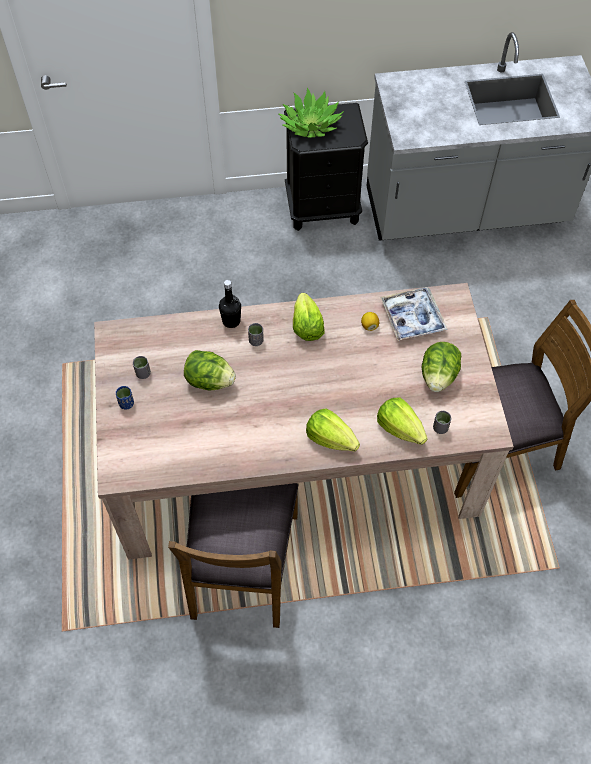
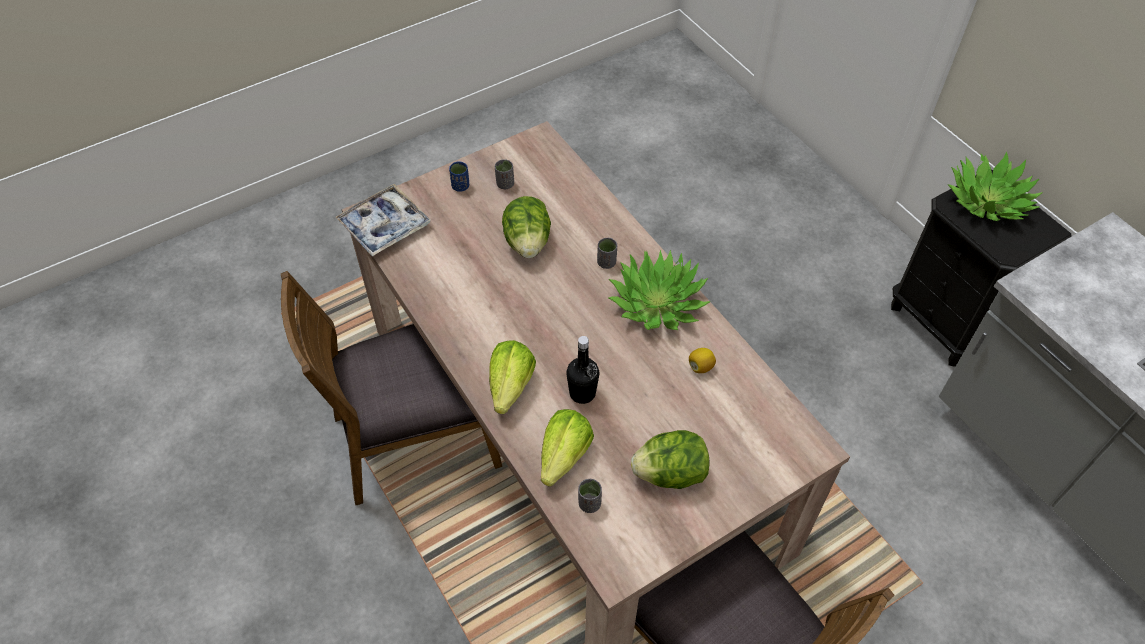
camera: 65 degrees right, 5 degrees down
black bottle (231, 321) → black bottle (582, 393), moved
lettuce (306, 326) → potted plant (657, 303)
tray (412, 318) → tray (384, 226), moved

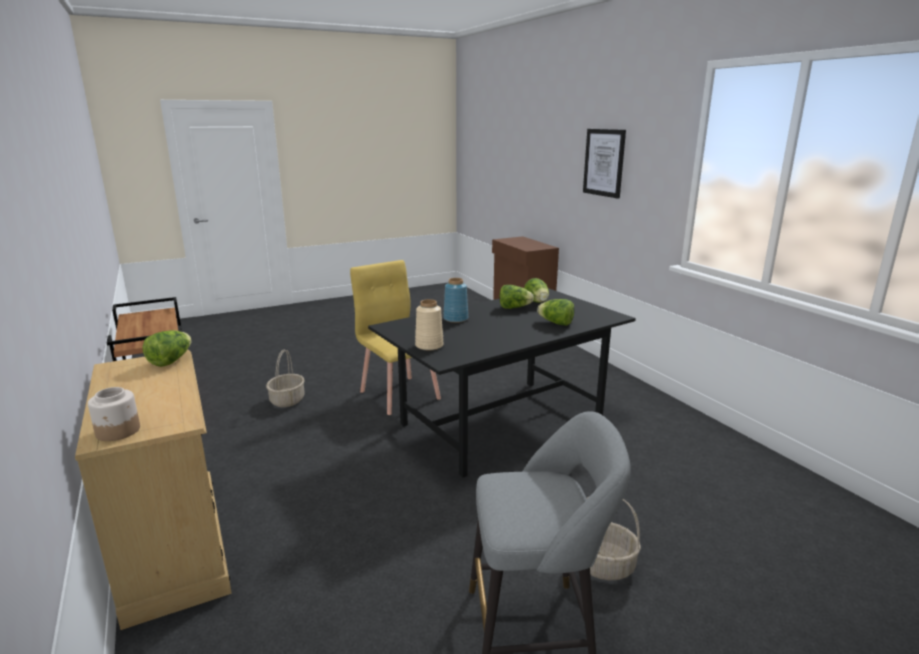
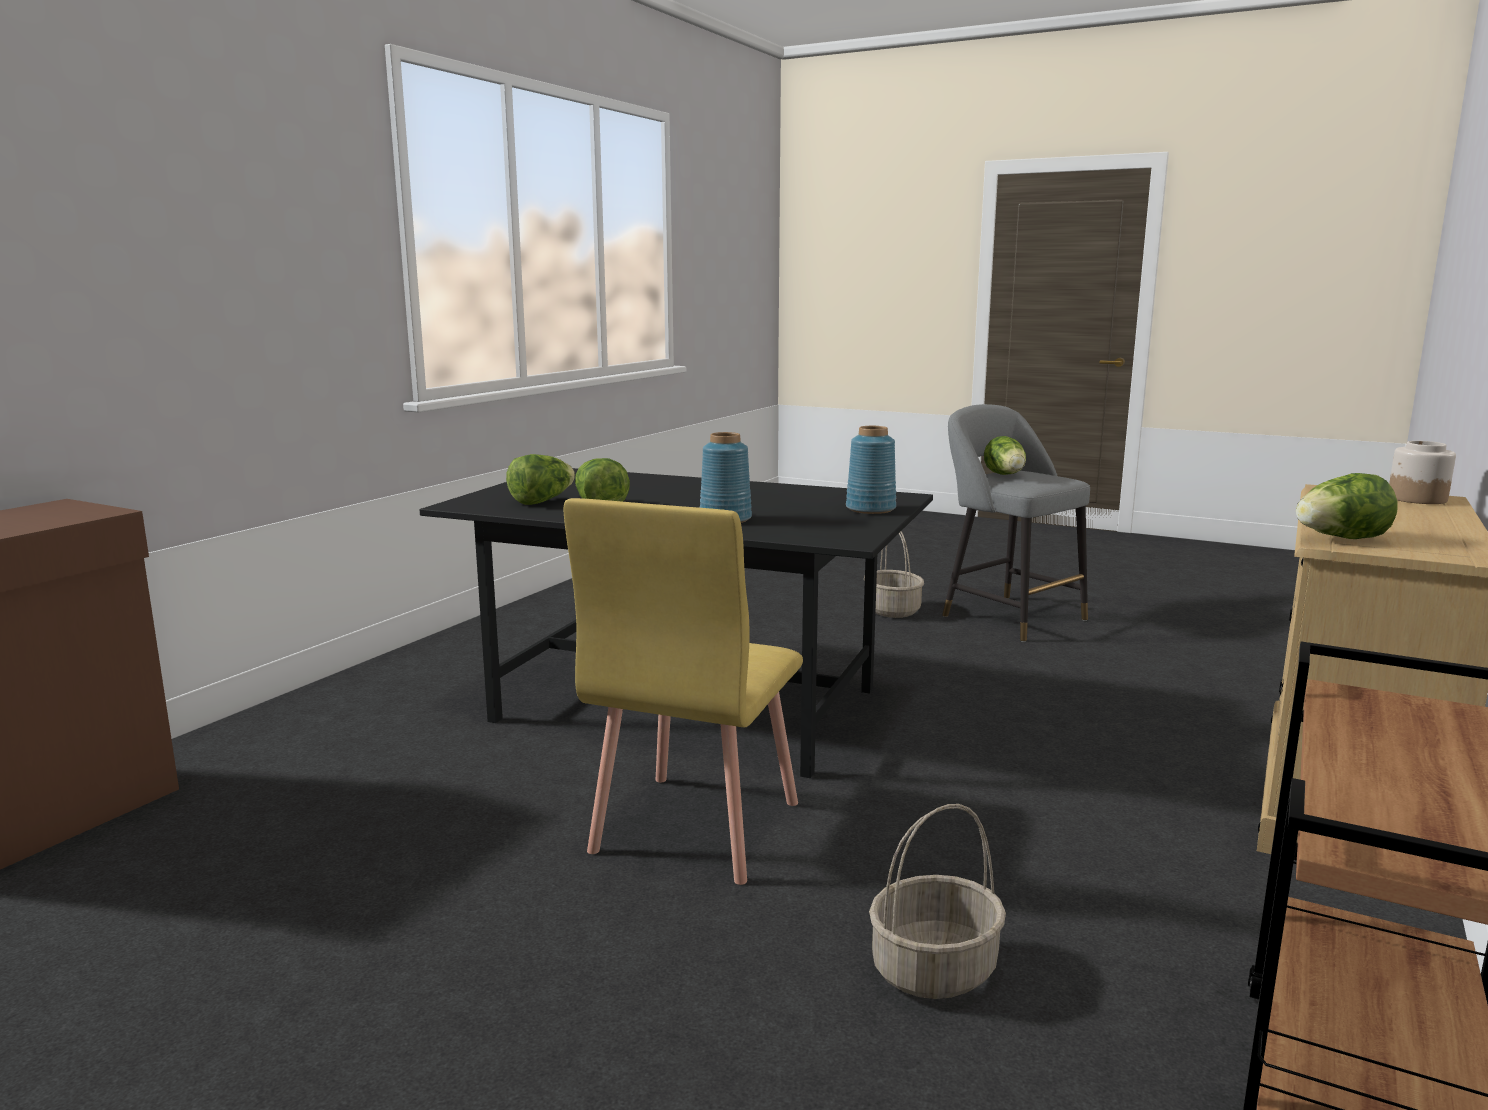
camera: 125 degrees left, 5 degrees down
beige vase (429, 345) → blue vase (870, 509)
lettuce (556, 323) → lettuce (1006, 475), moved
picture (604, 162) → -

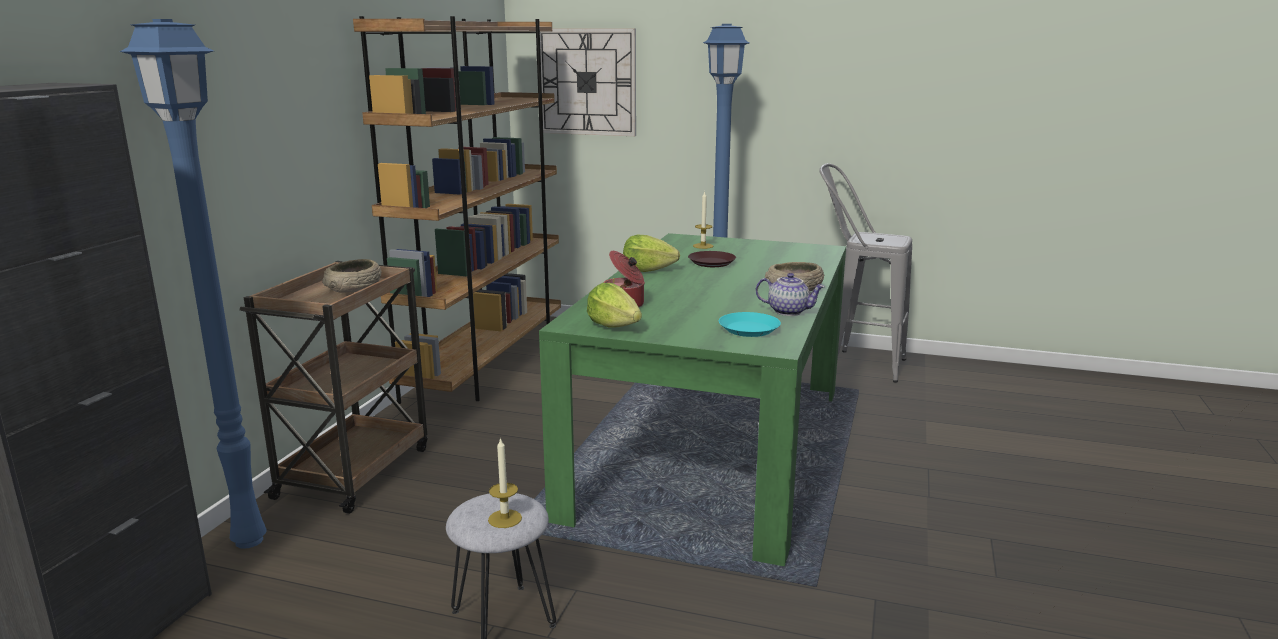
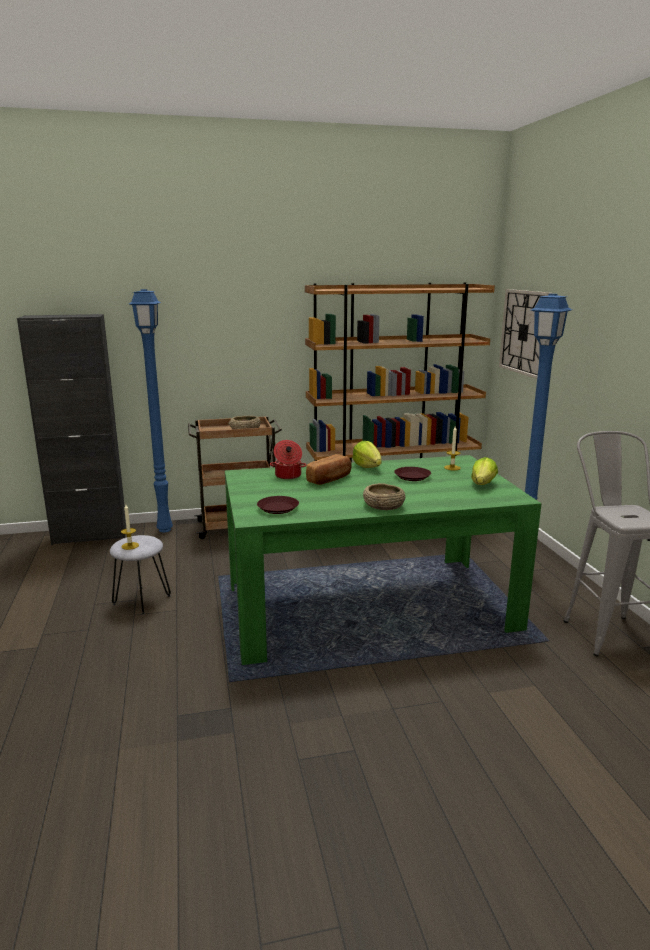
camera: 60 degrees right, 0 degrees up
lettuce (614, 326) → lettuce (483, 484), moved
turquoise plate (748, 329) → brown plate (278, 508)
teapot (788, 311) → -
- → bread (330, 479)

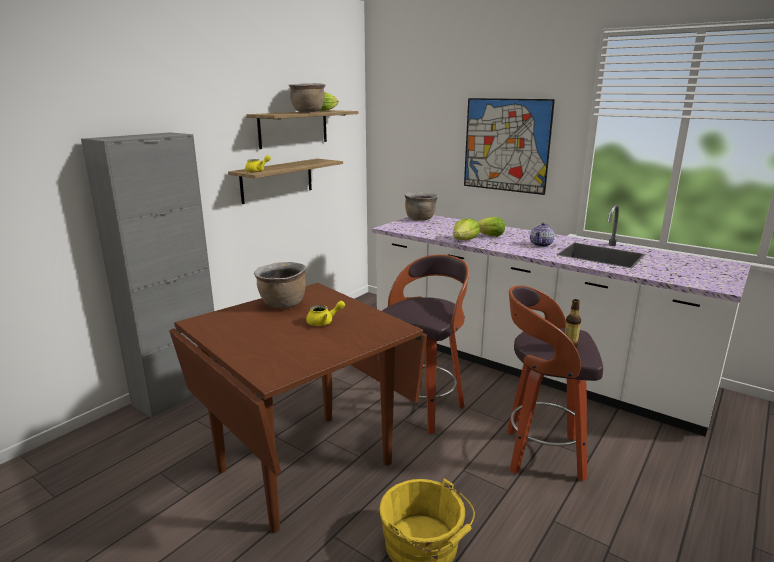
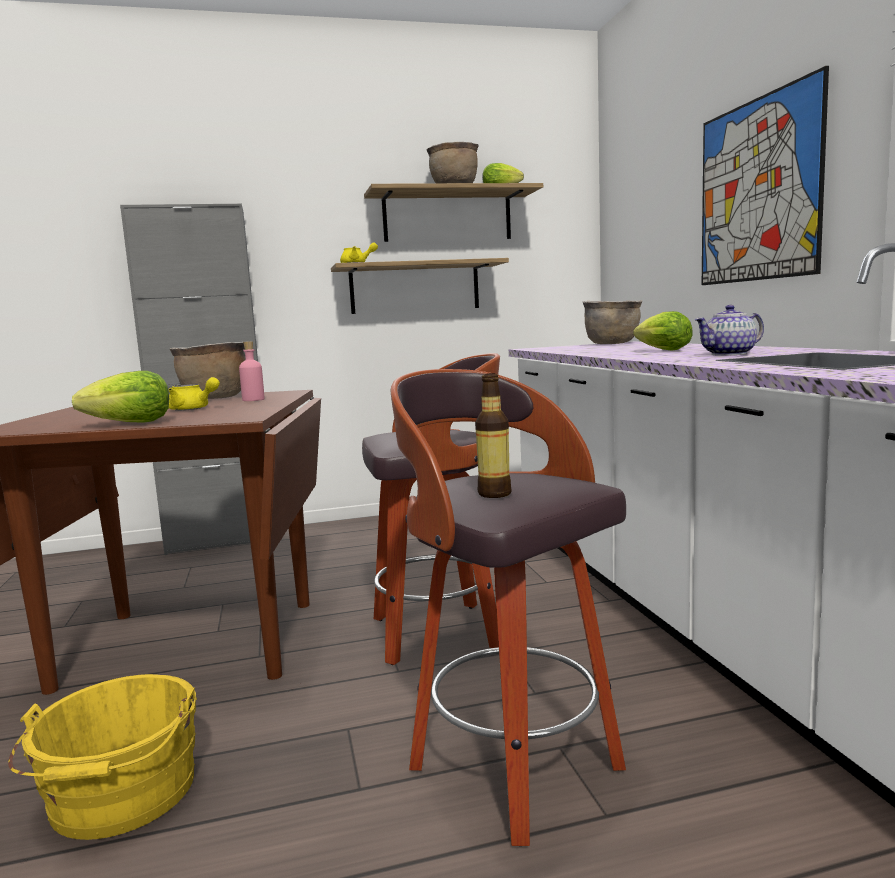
camera: 40 degrees right, 10 degrees down
lettuce (464, 240) → lettuce (130, 423), moved
- → pink bottle (253, 400)

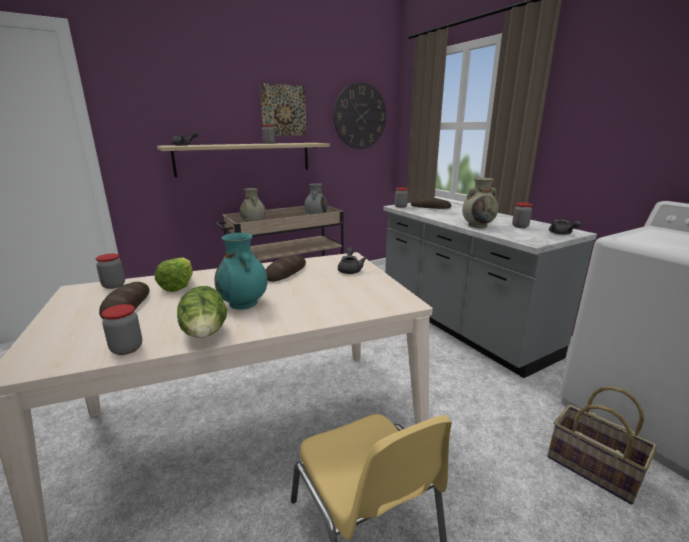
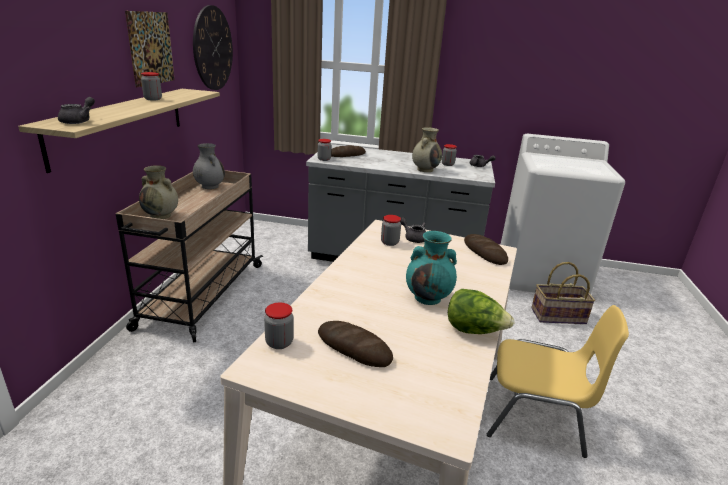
camera: 50 degrees left, 5 degrees up
jar (127, 349) → jar (389, 242), moved
lettuce (178, 286) → -
bread (286, 272) → bread (484, 252), moved

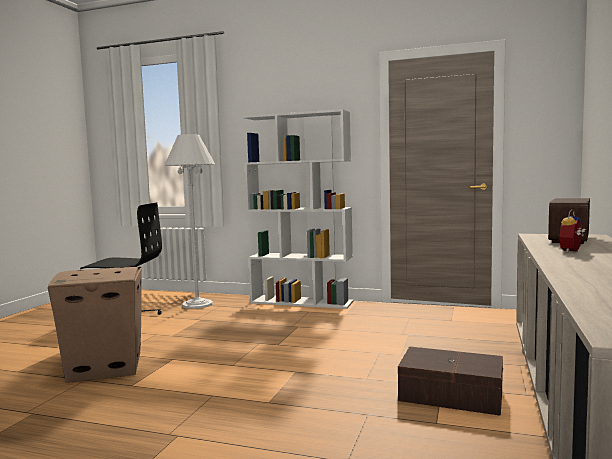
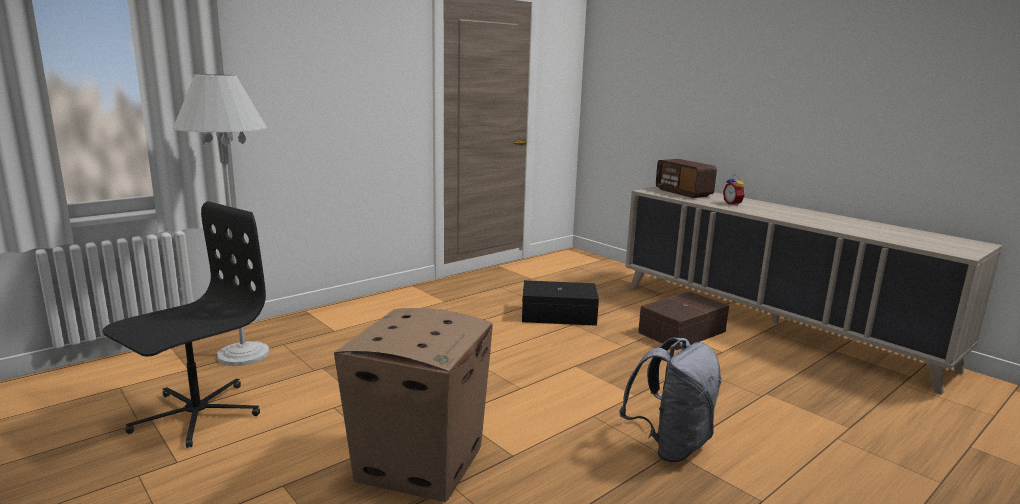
camera: 60 degrees left, 10 degrees up
white bookcase (302, 302) → -
- → black storage box (559, 315)
- → grey backpack (670, 446)

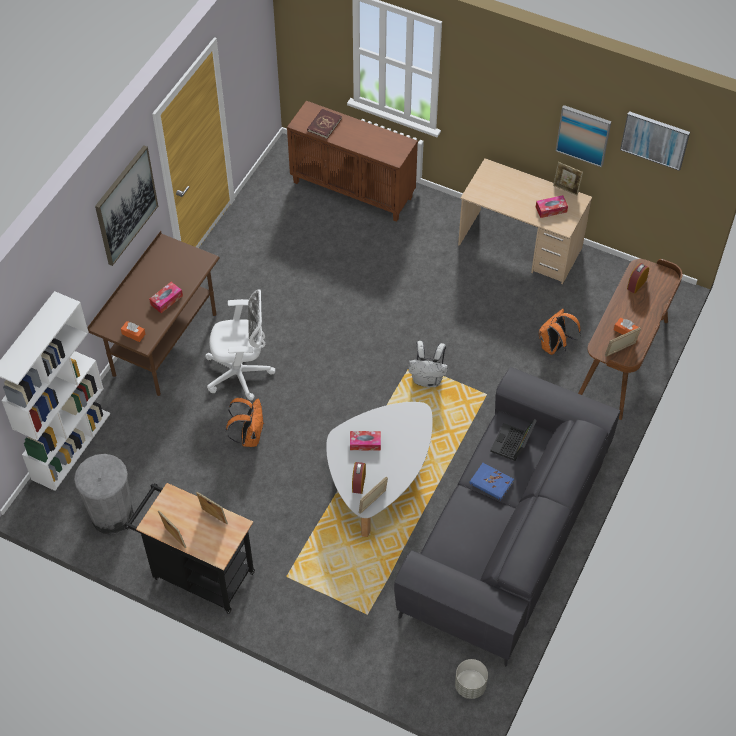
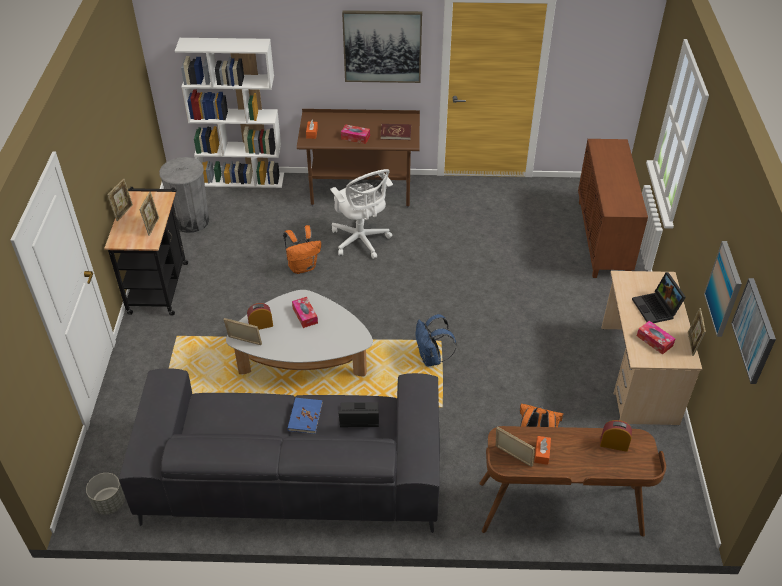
camera: 65 degrees right, 10 degrees down
red book (324, 125) → red book (395, 133), moved
white backpack (427, 379) → blue backpack (431, 358)
- → laptop (656, 309)

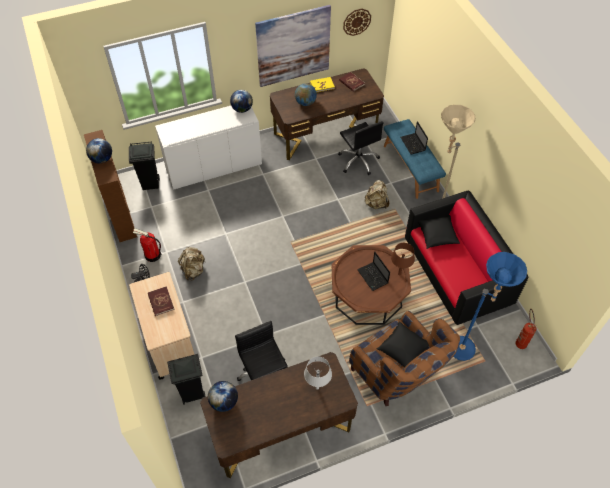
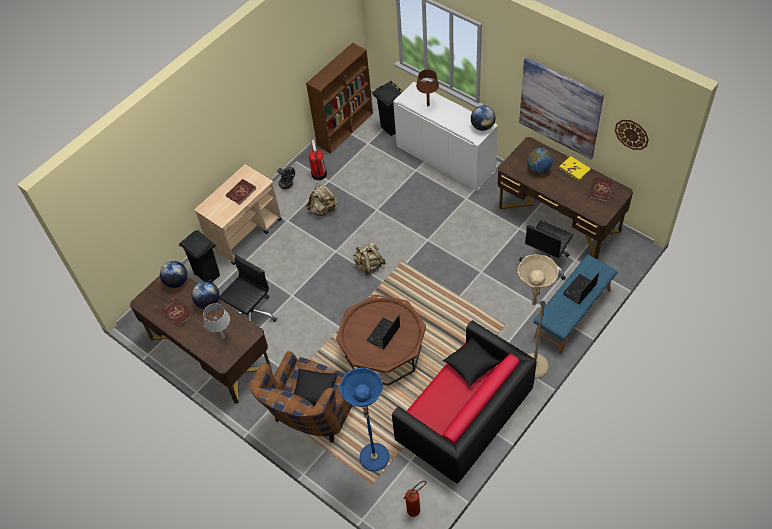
camera: 65 degrees right, 0 degrees up
globe (102, 159) → globe (208, 302), moved
beige backpack (376, 203) → beige backpack (369, 266), moved
brown table lamp (399, 274) → brown table lamp (428, 105), moved
- → red book (177, 313)

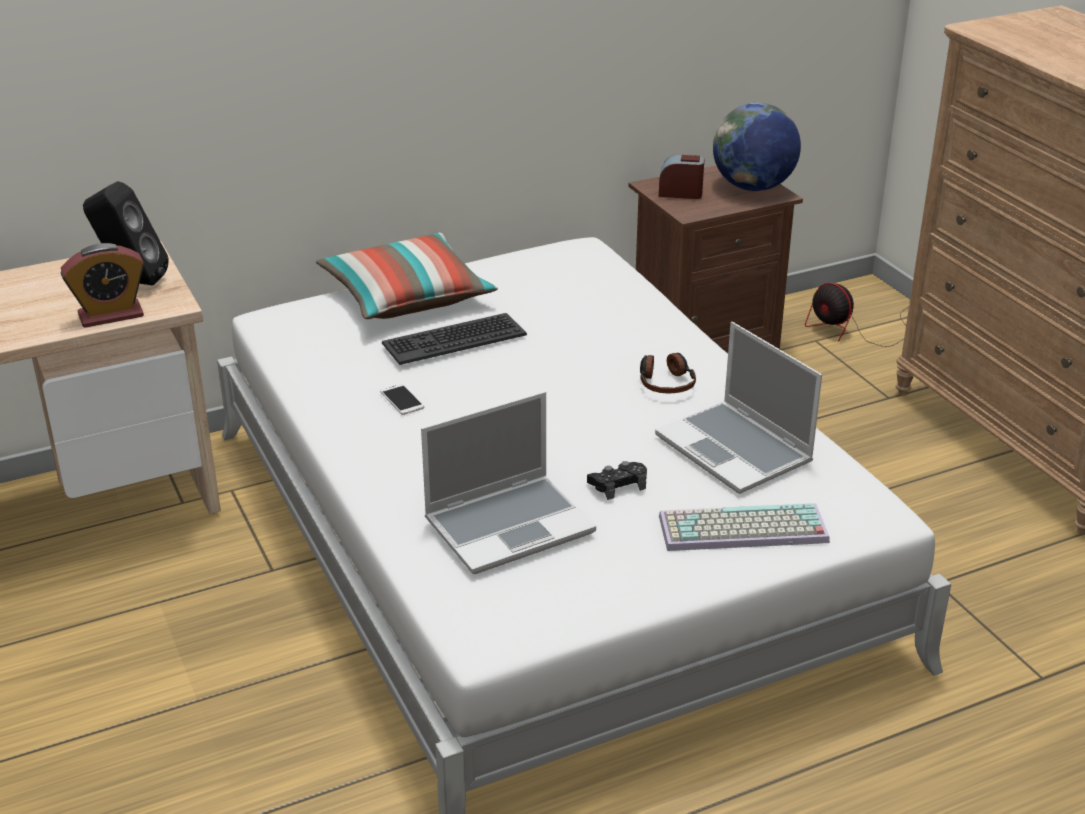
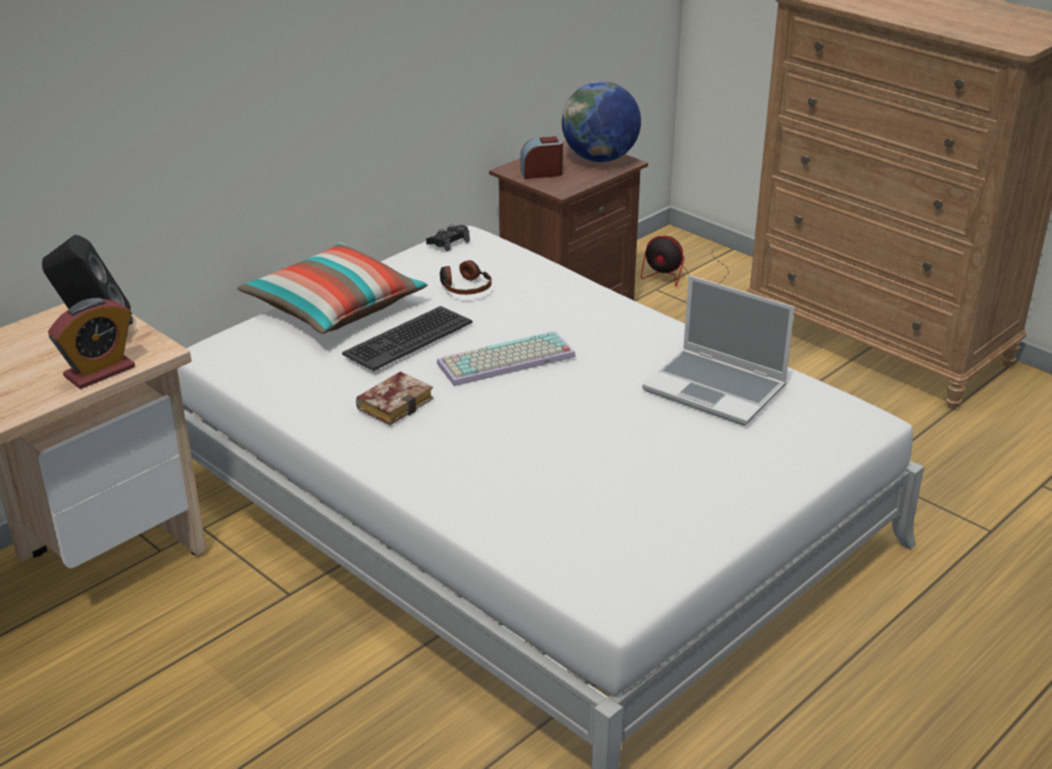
camera: 20 degrees left, 0 degrees up
phone (402, 400) → book (395, 402)
laptop (510, 525) → -
black game controller (618, 485) → black game controller (449, 242), moved
headphones (665, 382) → headphones (464, 287), moved
keyboard (741, 531) → keyboard (505, 361), moved

